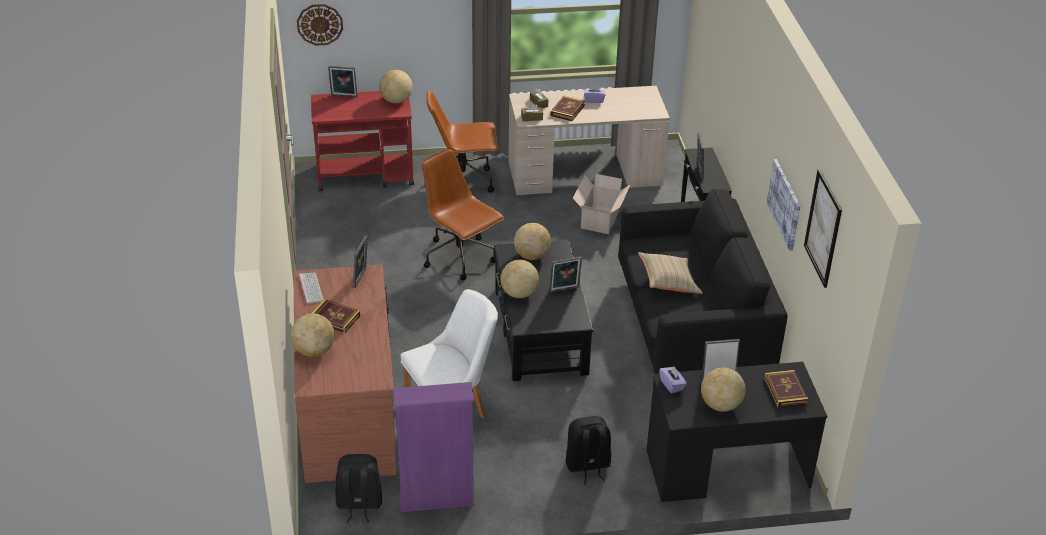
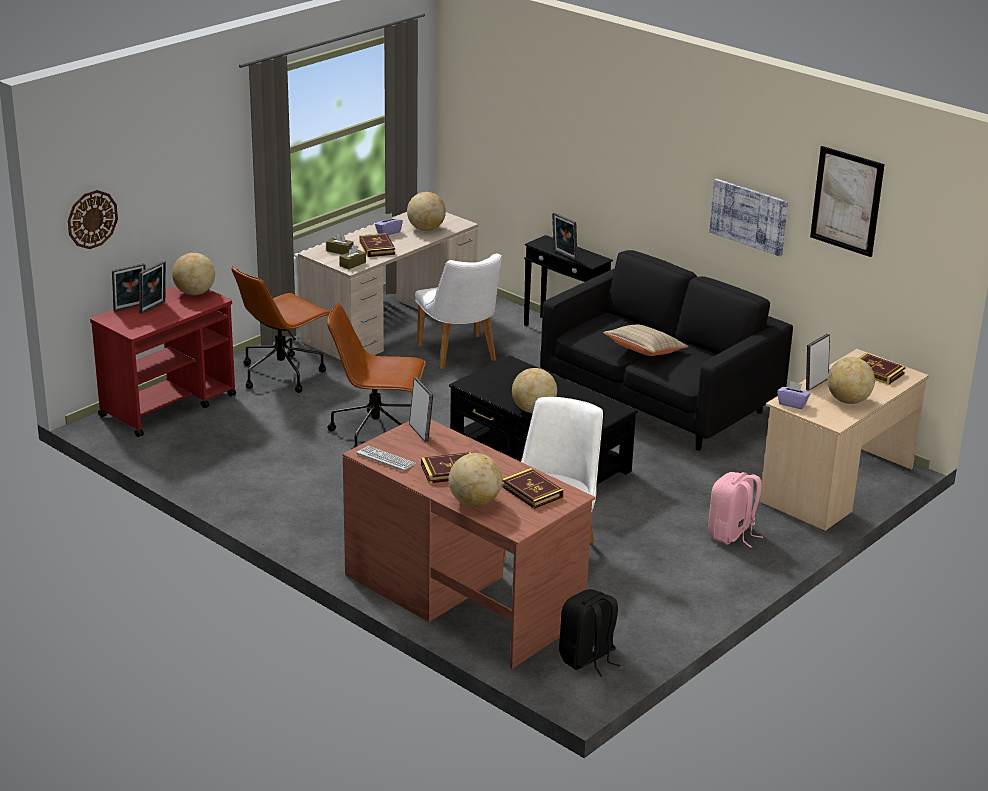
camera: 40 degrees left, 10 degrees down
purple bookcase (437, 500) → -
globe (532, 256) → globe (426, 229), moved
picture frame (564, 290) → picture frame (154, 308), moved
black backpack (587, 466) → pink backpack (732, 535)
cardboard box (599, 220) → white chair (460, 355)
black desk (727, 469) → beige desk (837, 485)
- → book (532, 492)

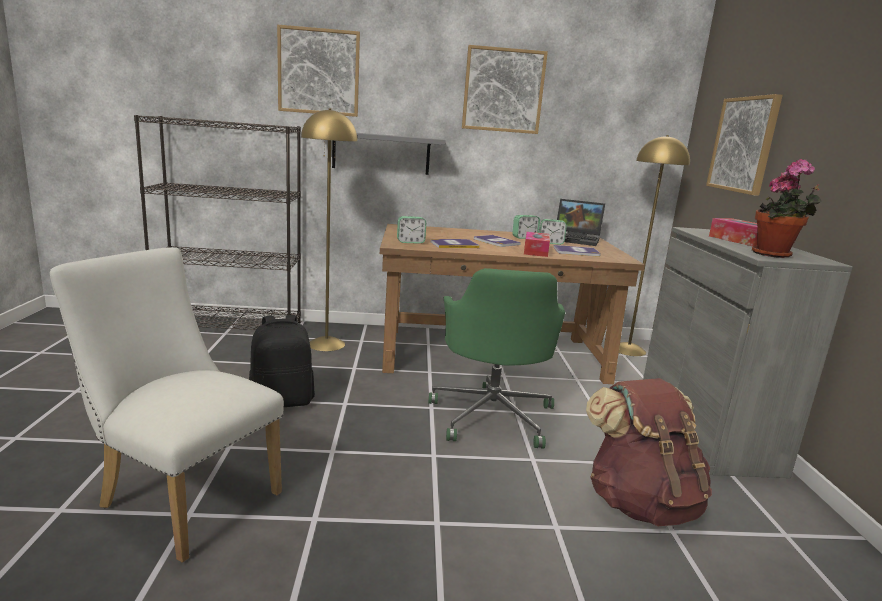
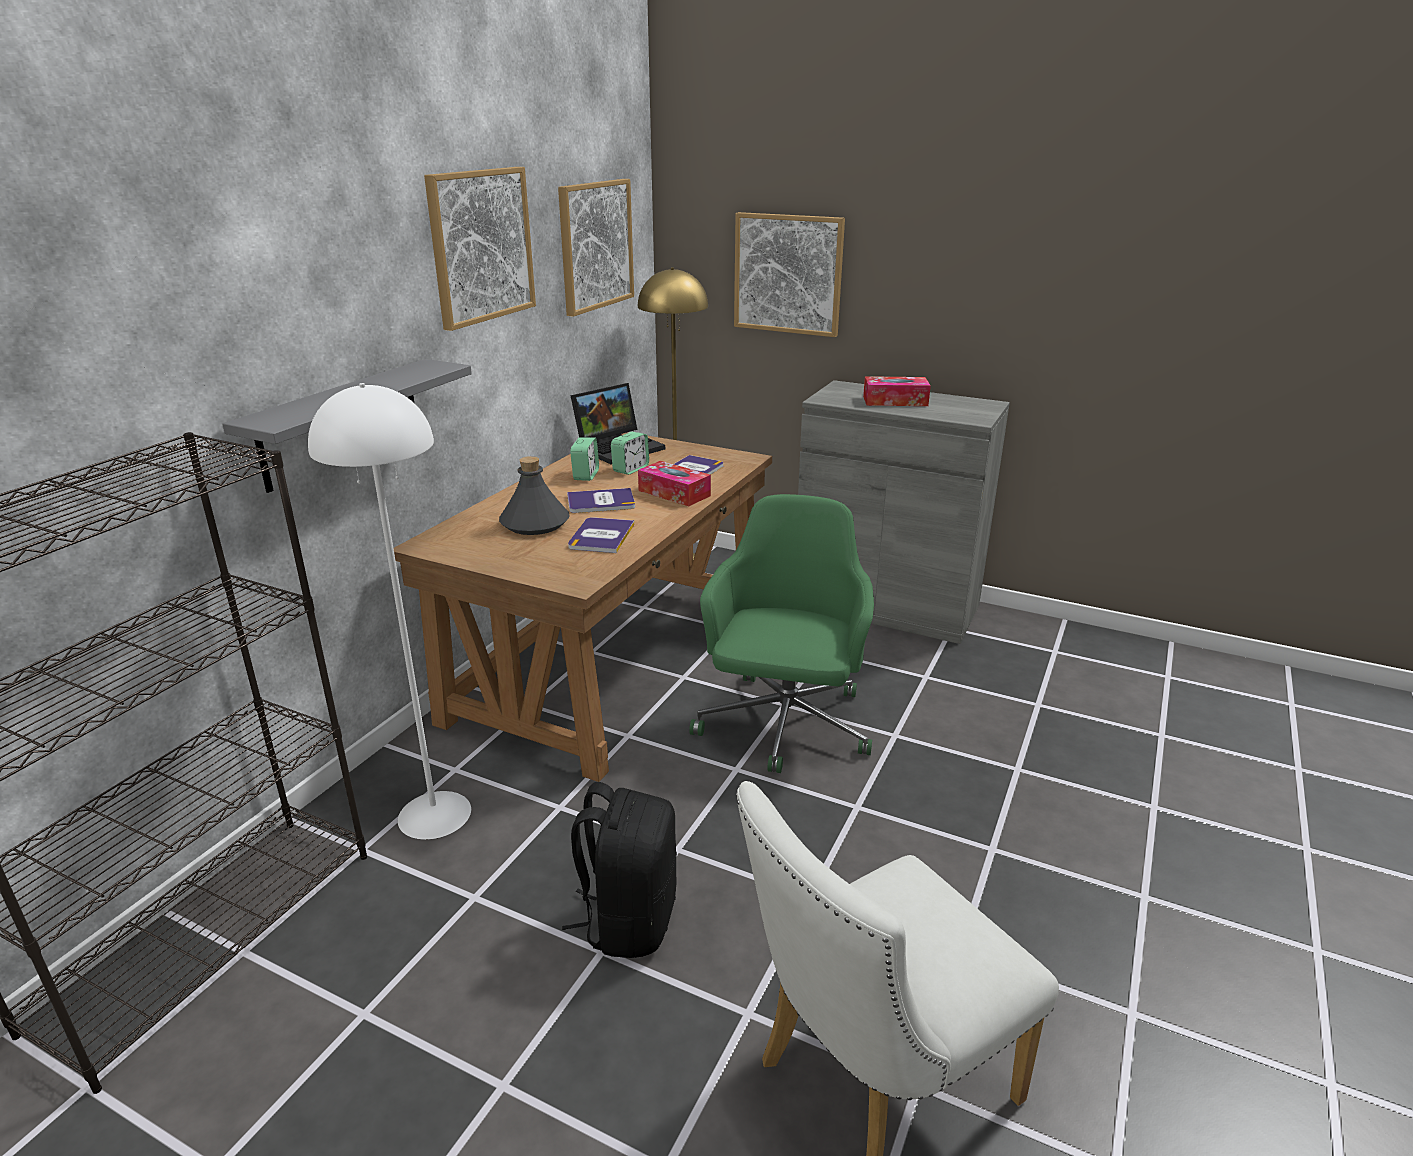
camera: 60 degrees left, 10 degrees up
picture (319, 72) → picture (595, 245), moved
yellow floor lamp (326, 344) → white floor lamp (434, 814)
alarm clock (410, 242) → -
green office chair (492, 415) → green office chair (784, 726), 105 degrees counterclockwise
brown backpack (640, 502) → -
potted plant (774, 255) → -
- → grey bottle (534, 524)

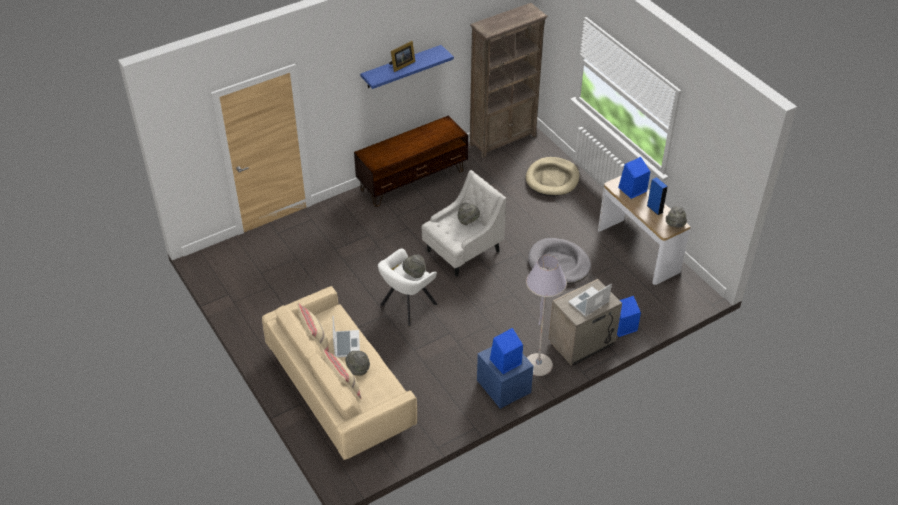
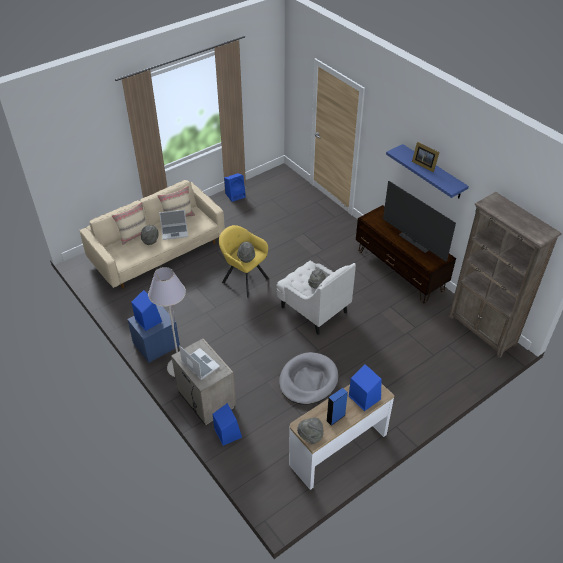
camera: 85 degrees right, 0 degrees up
white armchair (406, 306) → yellow armchair (244, 279)
beige dog bed (552, 179) → -
- → blue speaker (235, 195)
- → television (413, 242)

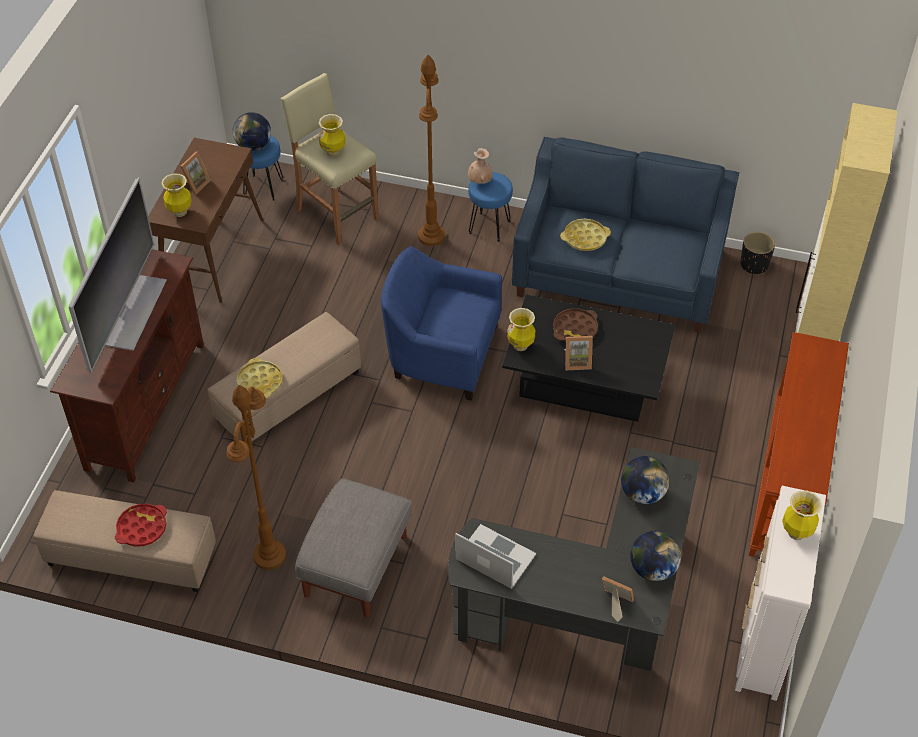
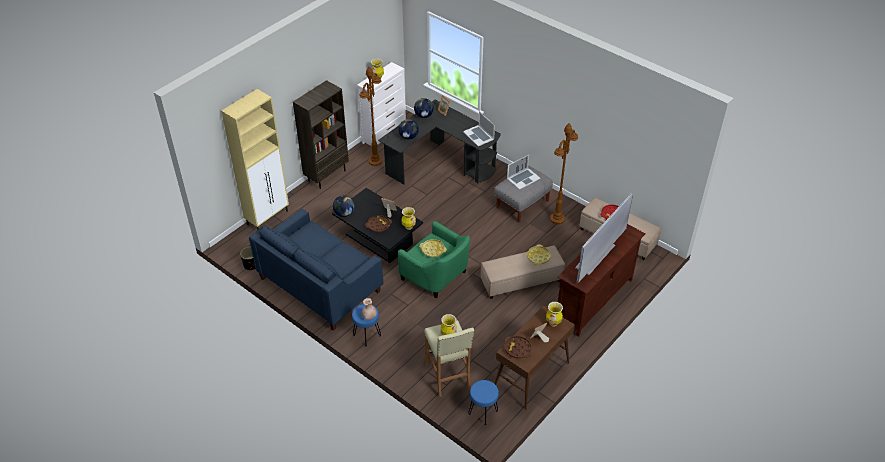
camera: 155 degrees left, 5 degrees down
globe (254, 145) → globe (344, 213), moved
blue armchair (441, 354) → green armchair (436, 275)
brown floor lamp (431, 236) → brown floor lamp (375, 161), moved
yellow tray (585, 238) → yellow tray (433, 250), moved
brown console table (790, 482) → brown bookcase (326, 175)
- → brown tray (517, 349)
- → laptop (523, 178)

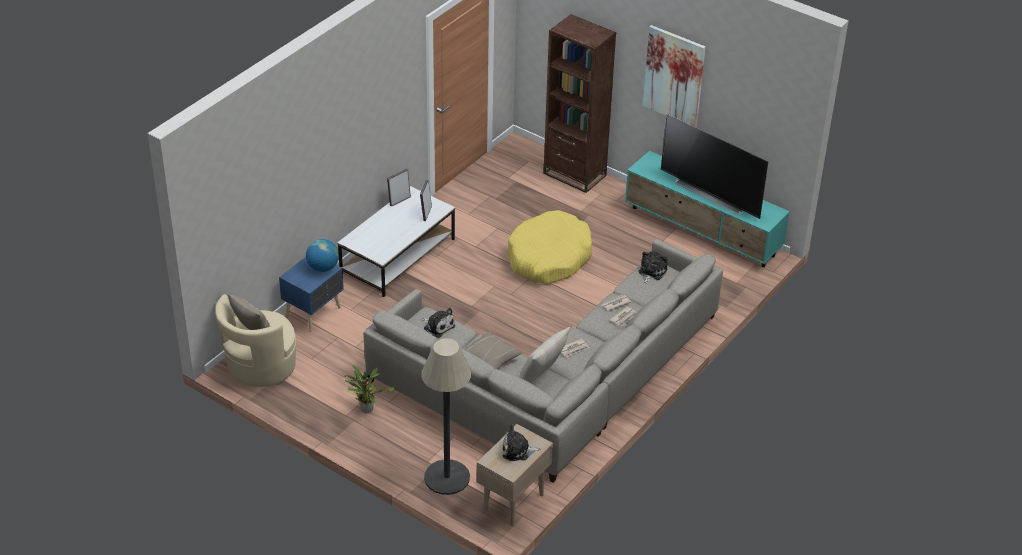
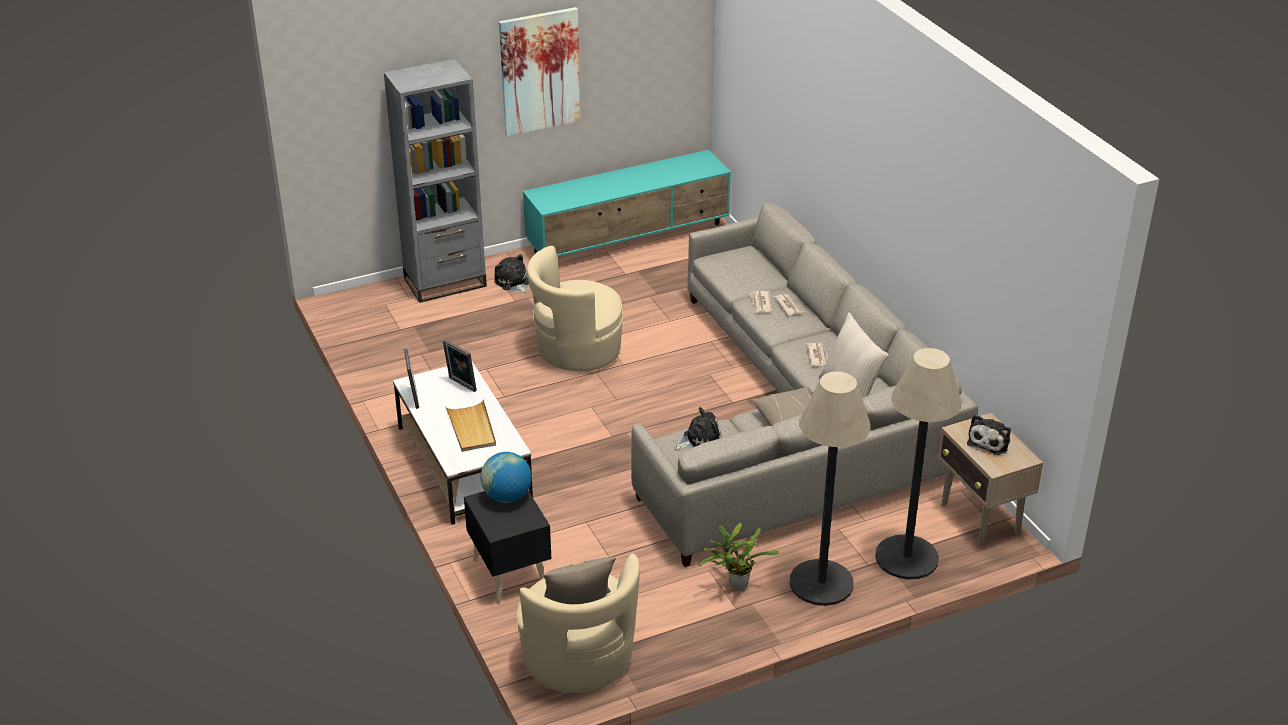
camera: 60 degrees left, 5 degrees down
blue nightstand (314, 313) → black nightstand (510, 573)
yellow dog bed (549, 258) → beige armchair (577, 350)
brown bookcase (574, 174) → grey bookcase (445, 282)
plush toy (651, 272) → plush toy (513, 283), moved
television (712, 193) → -
- → beige tray (471, 428)
- → floor lamp (821, 583)

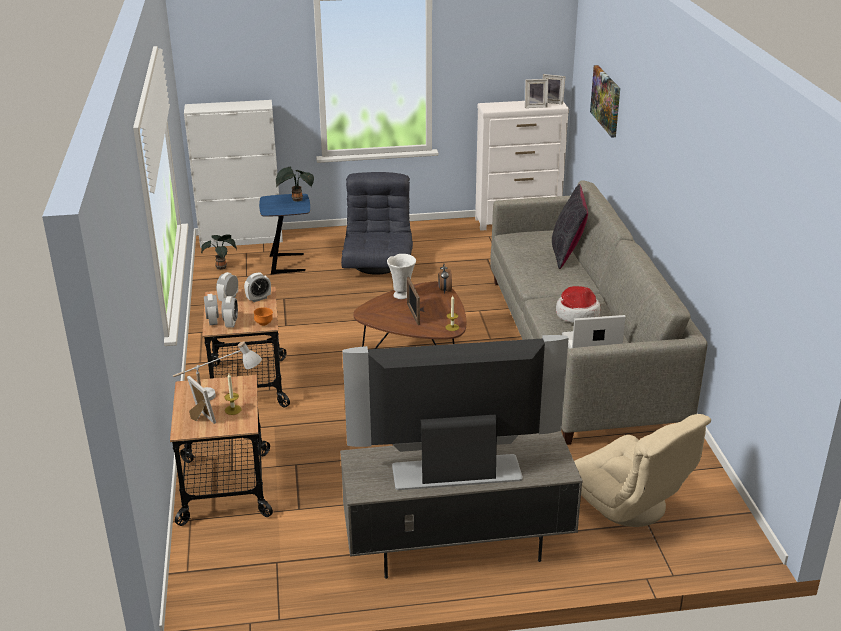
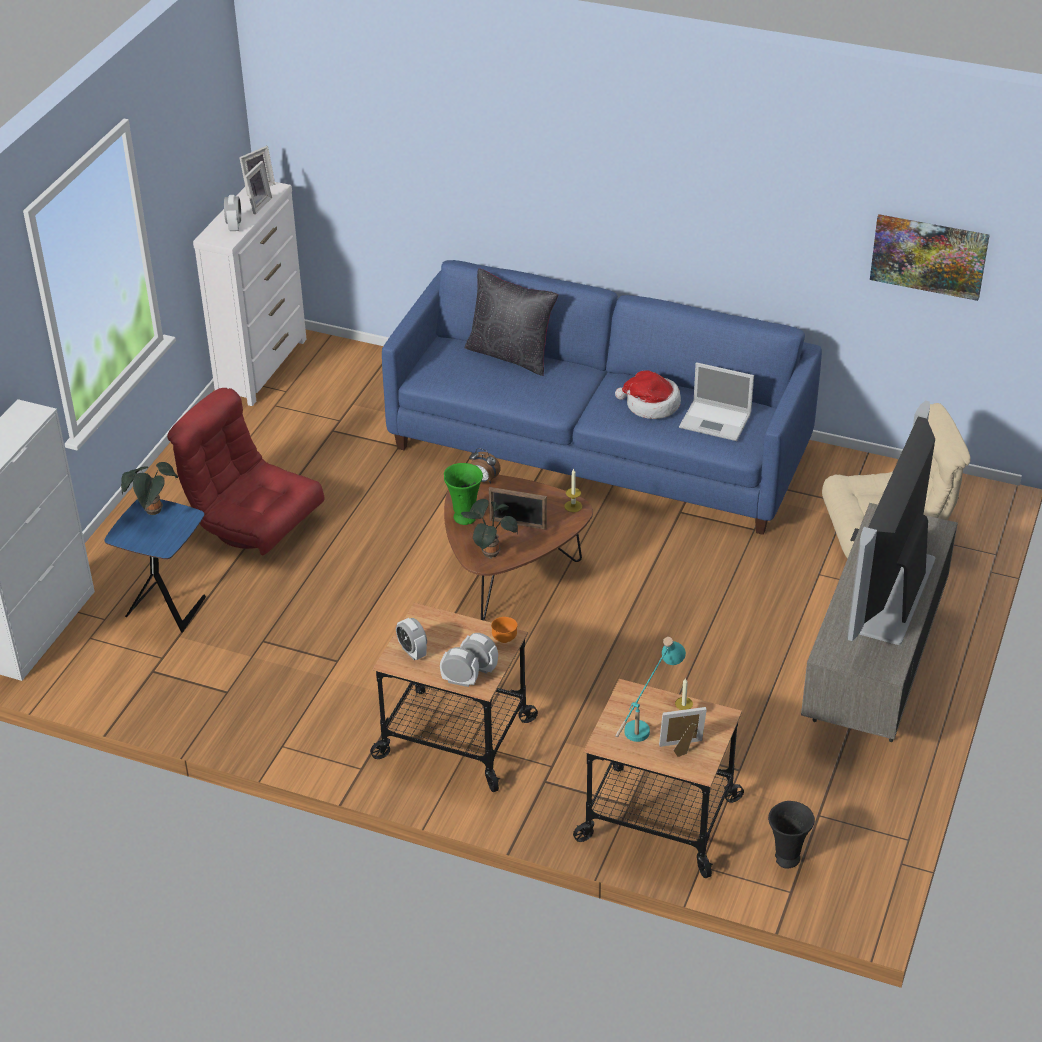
camera: 60 degrees left, 10 degrees up
white table lamp (220, 396) → turquoise table lamp (647, 721)
potted plant (221, 267) → potted plant (489, 552), moved
alarm clock (258, 298) → alarm clock (234, 226), moved
grey armchair (378, 264) → red armchair (253, 524)
white vase (402, 295) → green vase (464, 517)
grey sofa (580, 349) → blue sofa (599, 448)
laptop (590, 343) → laptop (716, 421), 90 degrees counterclockwise
picture (606, 100) → picture (929, 256), moved
- → black vase (786, 859)

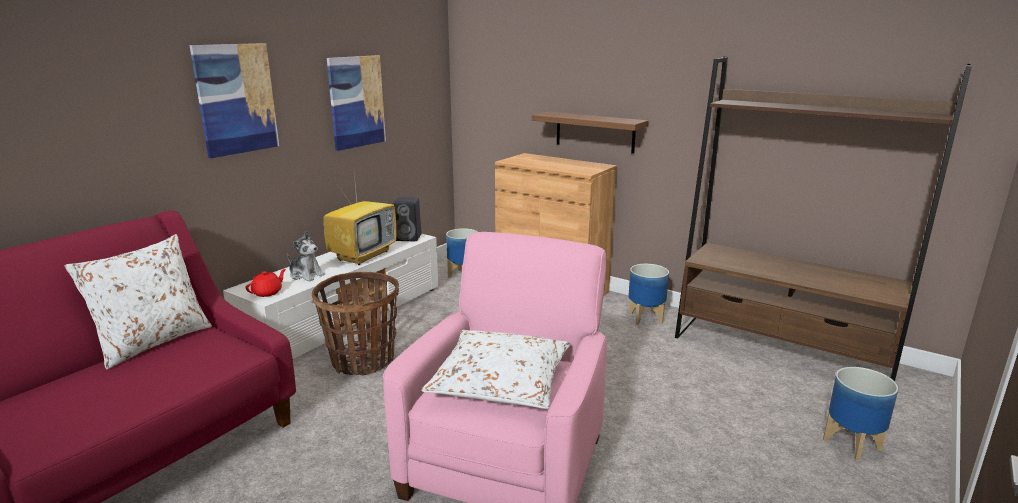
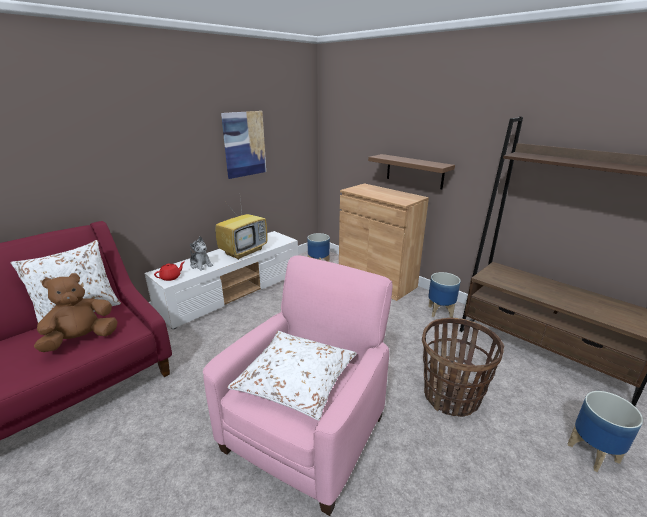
camera: 10 degrees right, 5 degrees up
picture (236, 99) → -
basket (363, 360) → basket (451, 396), moved
black speaker (409, 238) → -
- → brown plush toy (82, 339)

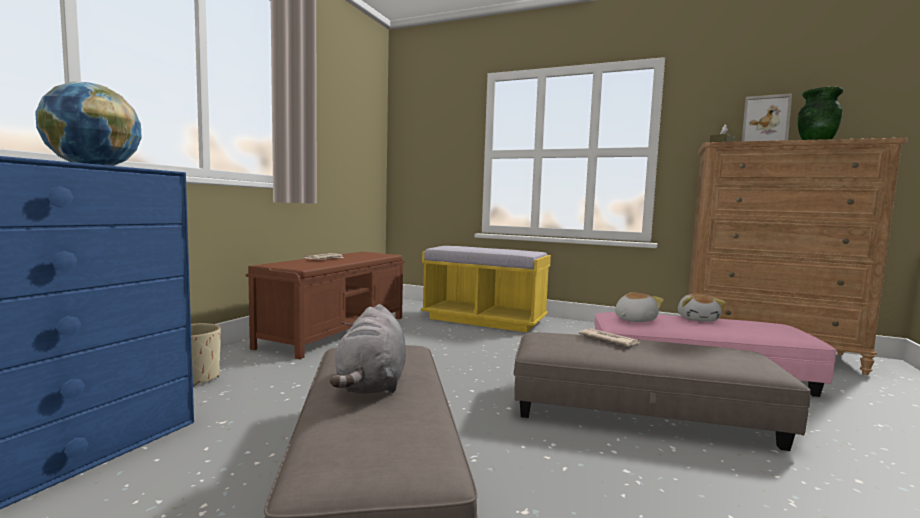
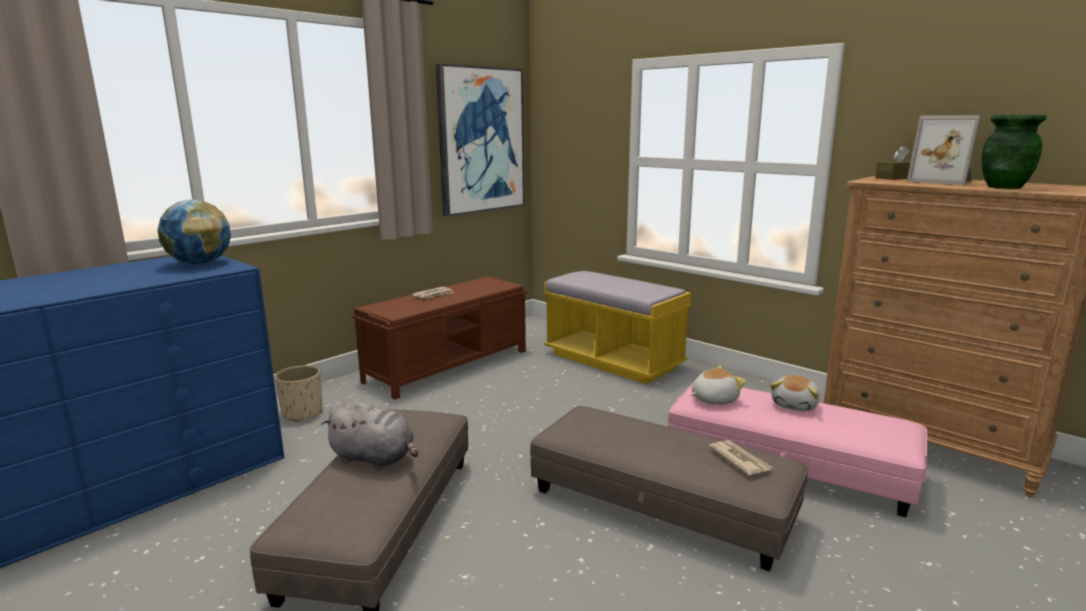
camera: 20 degrees right, 10 degrees up
grey plush toy (372, 384) → grey plush toy (375, 458), 90 degrees counterclockwise
newspaper (608, 340) → newspaper (740, 459), moved
- → picture (480, 140)

